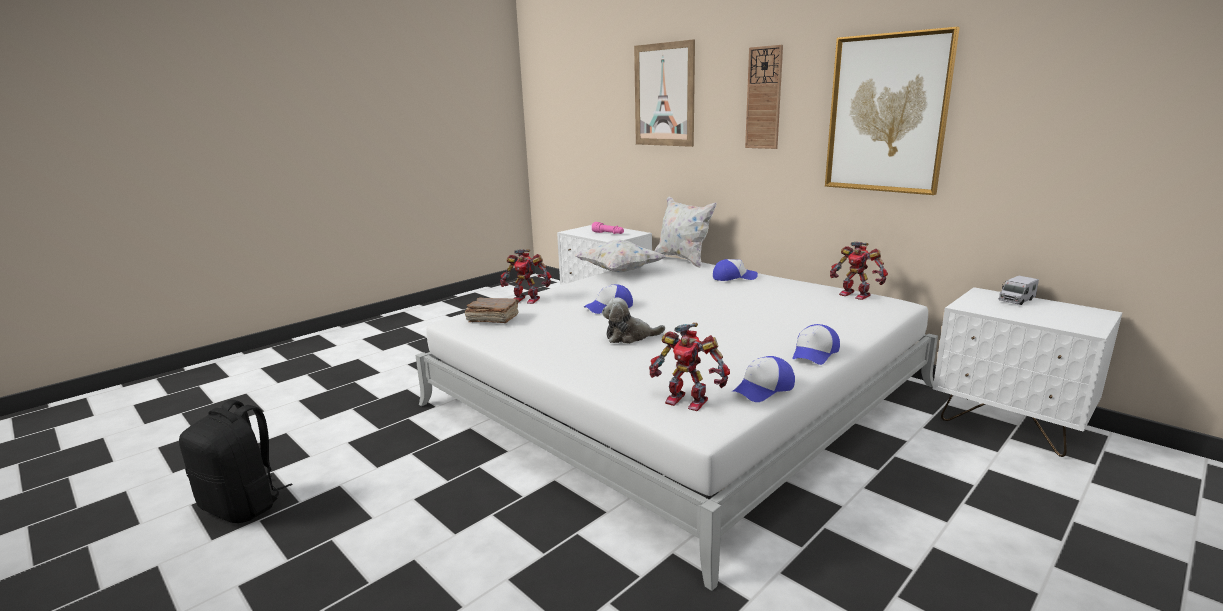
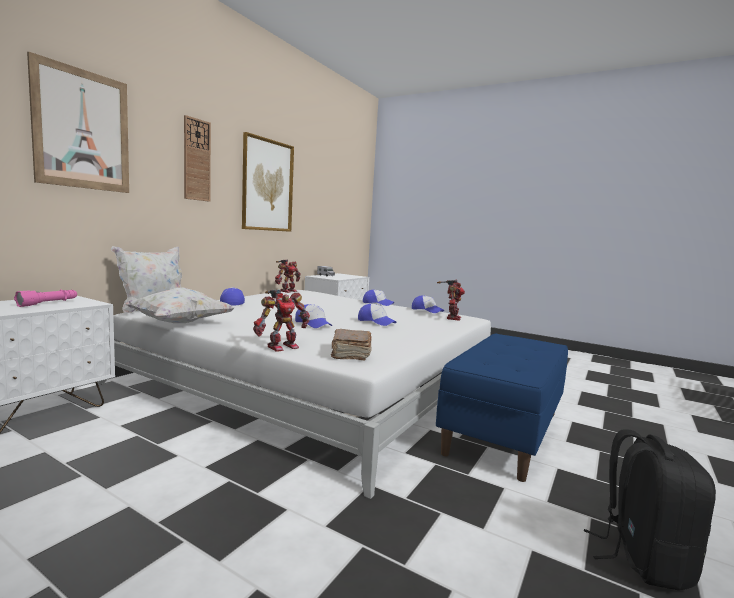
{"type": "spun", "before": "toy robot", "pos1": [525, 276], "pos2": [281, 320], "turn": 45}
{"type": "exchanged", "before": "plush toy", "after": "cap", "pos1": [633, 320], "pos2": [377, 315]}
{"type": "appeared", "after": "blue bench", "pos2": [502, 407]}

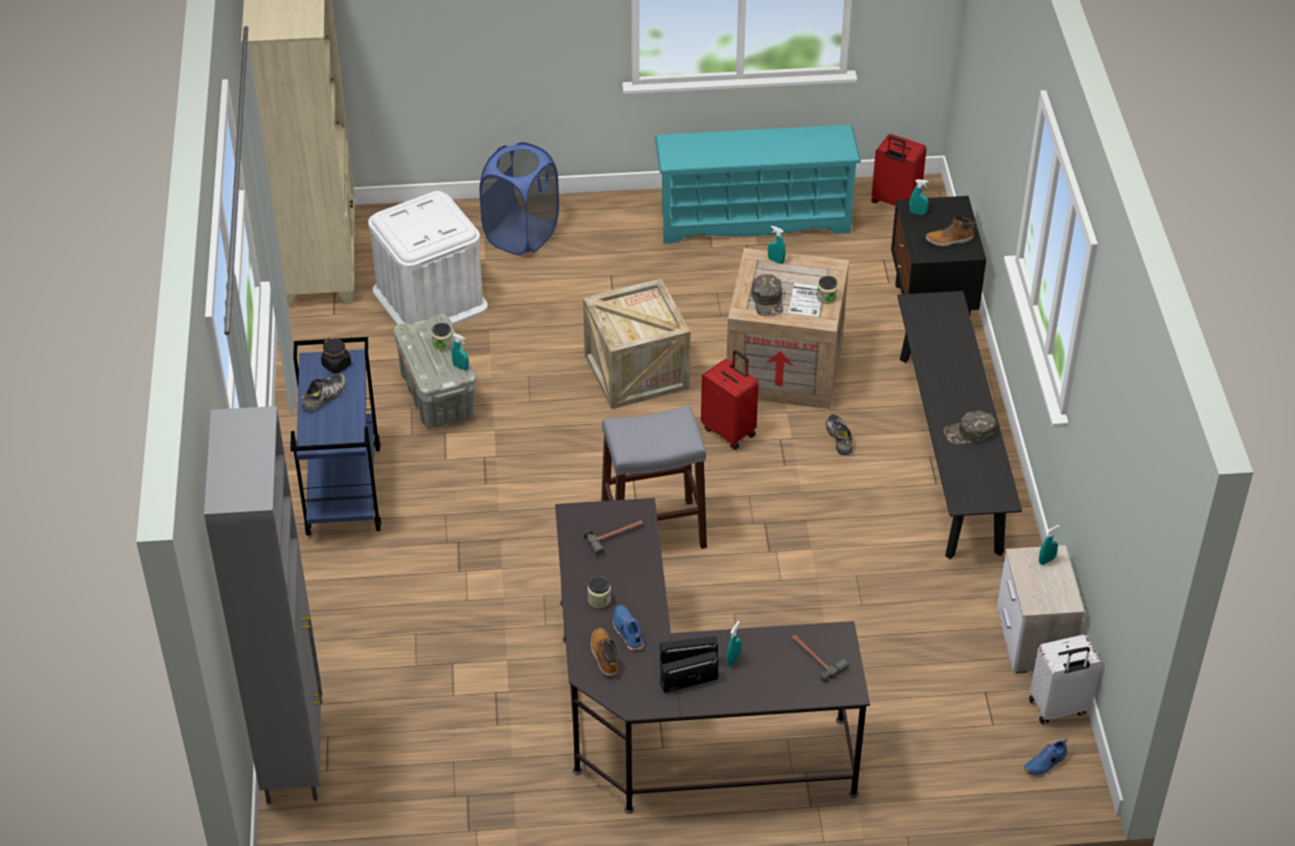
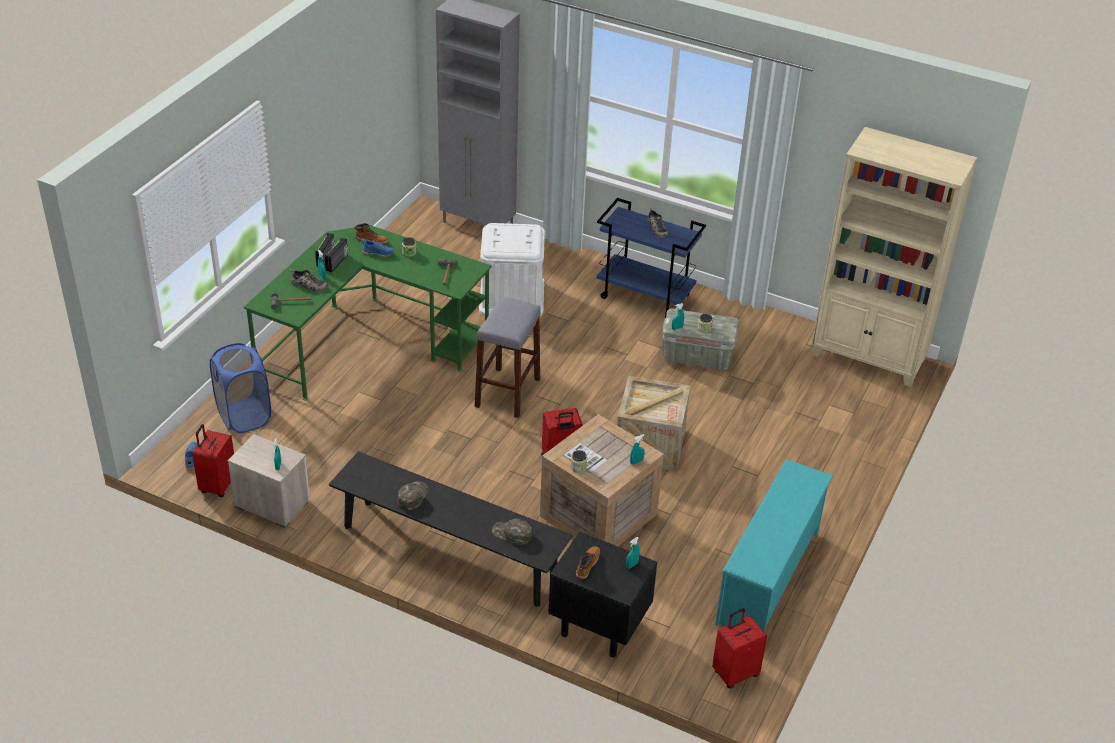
{"type": "colour", "before": "white suitcase", "after": "red suitcase", "pos1": [1065, 679], "pos2": [213, 460]}
{"type": "relocated", "before": "blue laundry basket", "pos1": [519, 198], "pos2": [240, 388]}
{"type": "colour", "before": "black desk", "after": "green desk", "pos1": [712, 656], "pos2": [368, 312]}
{"type": "relocated", "before": "shoe", "pos1": [839, 434], "pos2": [308, 280]}
{"type": "relocated", "before": "white storage box", "pos1": [428, 258], "pos2": [512, 269]}
{"type": "relocated", "before": "green cap", "pos1": [767, 295], "pos2": [512, 532]}
{"type": "missing", "before": "black jar", "pos1": [336, 356]}

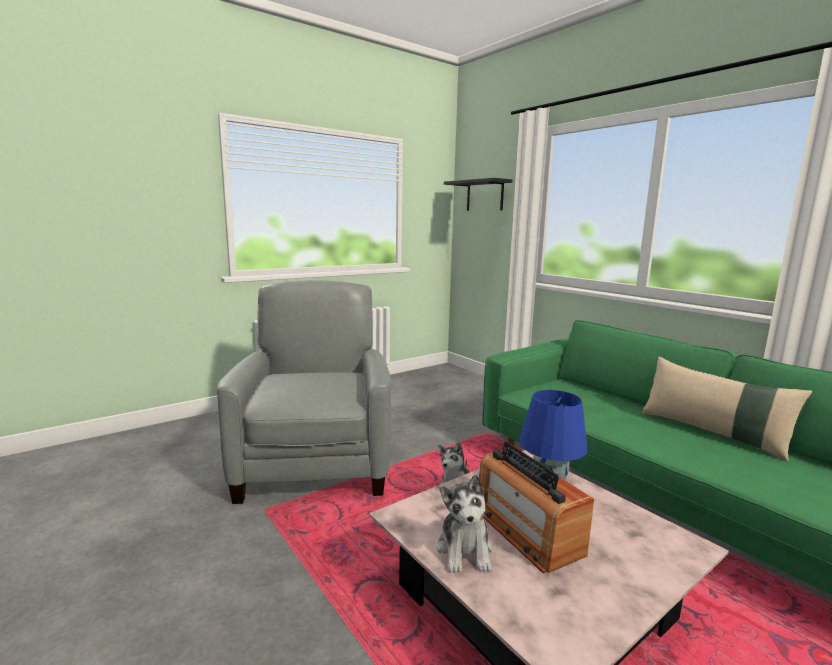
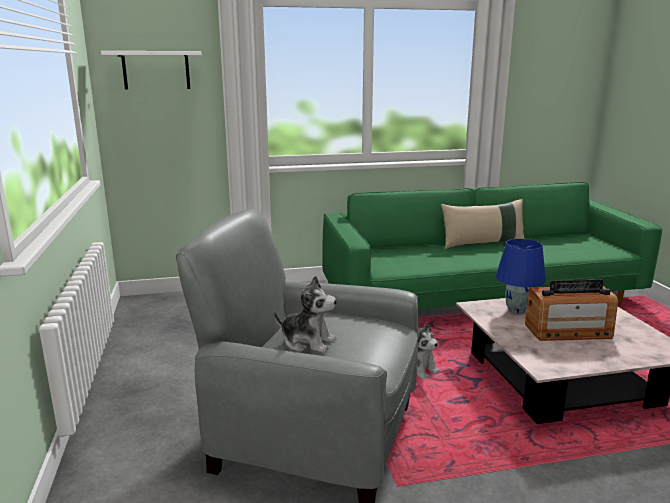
{"type": "colour", "before": "black shelf", "after": "white shelf", "pos1": [478, 194], "pos2": [151, 70]}
{"type": "relocated", "before": "plush toy", "pos1": [465, 524], "pos2": [305, 314]}

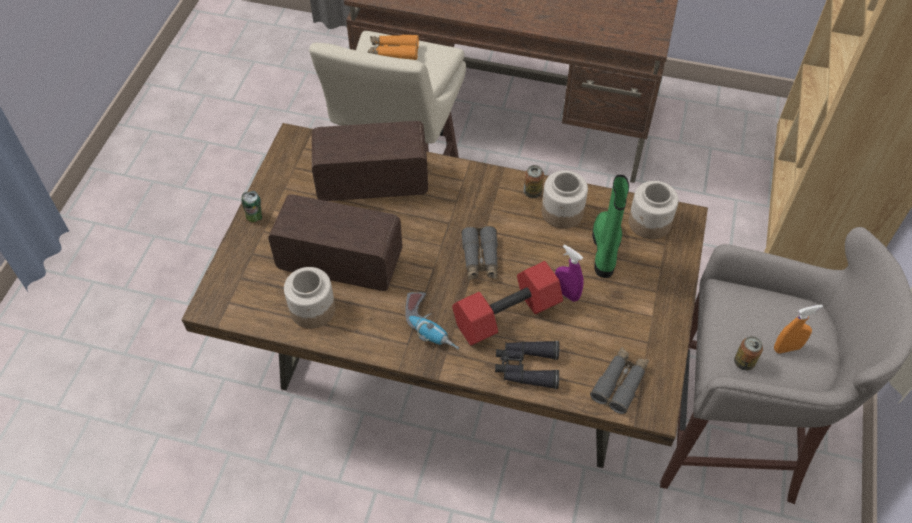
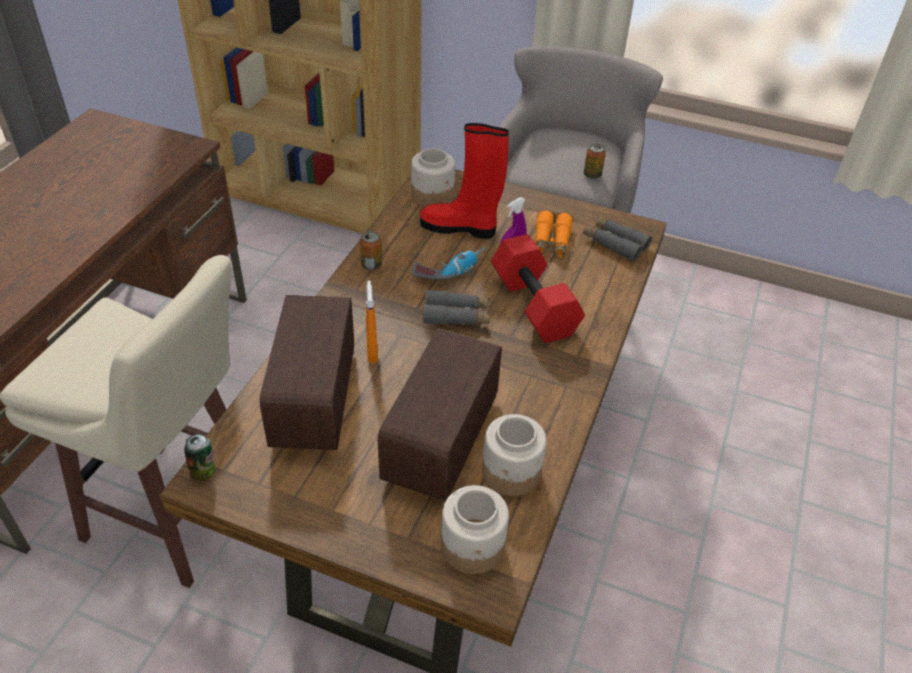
{"type": "relocated", "before": "can", "pos1": [252, 206], "pos2": [199, 457]}
{"type": "relocated", "before": "orange spray bottle", "pos1": [798, 329], "pos2": [372, 322]}
{"type": "relocated", "before": "power drill", "pos1": [432, 320], "pos2": [449, 263]}
{"type": "colour", "before": "green boot", "after": "red boot", "pos1": [610, 226], "pos2": [464, 181]}
{"type": "relocated", "before": "jar", "pos1": [564, 199], "pos2": [475, 529]}
{"type": "relocated", "before": "orange binoculars", "pos1": [393, 47], "pos2": [554, 234]}
{"type": "missing", "before": "black binoculars", "pos1": [527, 365]}

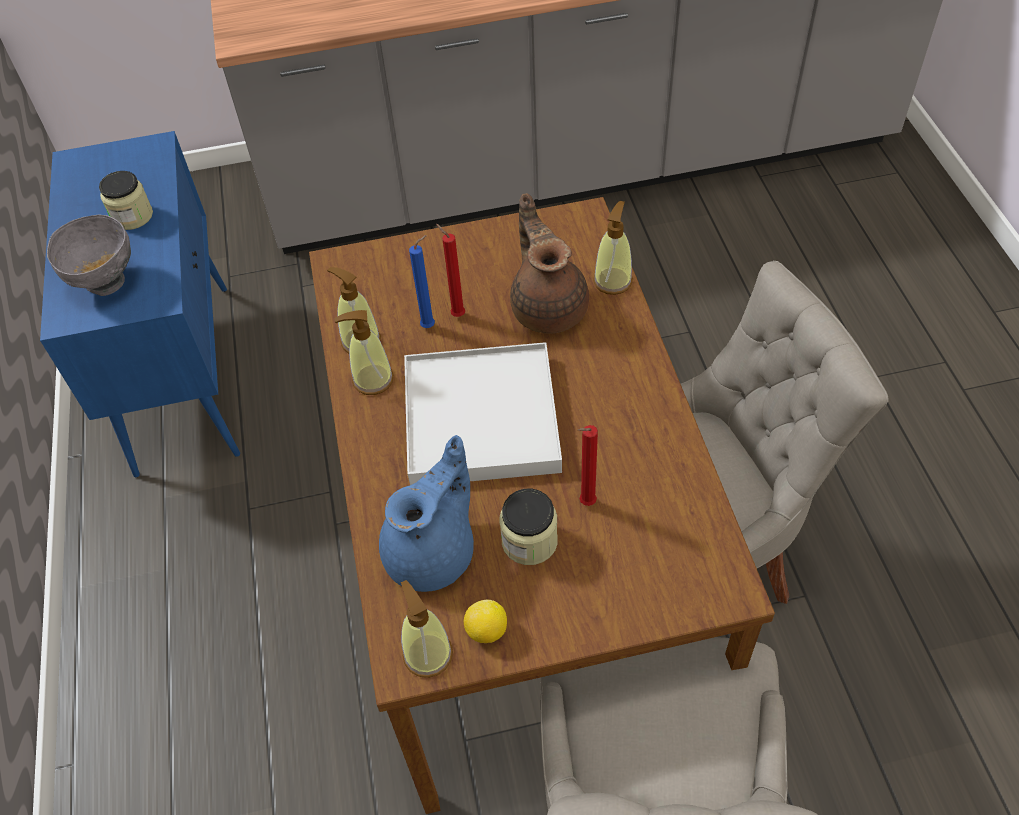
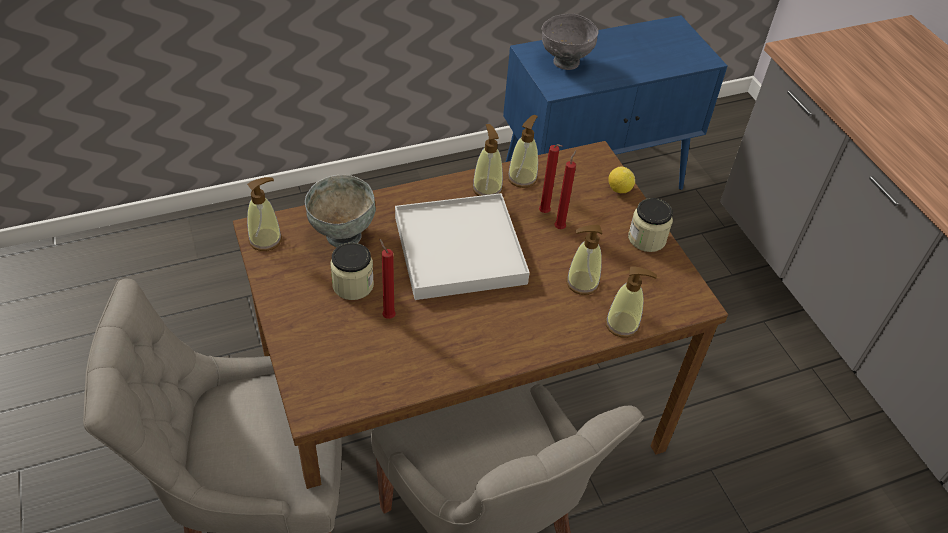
{"type": "exchanged", "before": "blue teapot", "after": "grey bowl", "pos1": [426, 513], "pos2": [340, 211]}
{"type": "colour", "before": "blue candle", "after": "red candle", "pos1": [422, 281], "pos2": [550, 178]}
{"type": "exchanged", "before": "brown teapot", "after": "soap dispenser", "pos1": [549, 263], "pos2": [584, 260]}
{"type": "relocated", "before": "lemon", "pos1": [485, 621], "pos2": [621, 180]}
{"type": "relocated", "before": "jar", "pos1": [126, 200], "pos2": [650, 225]}

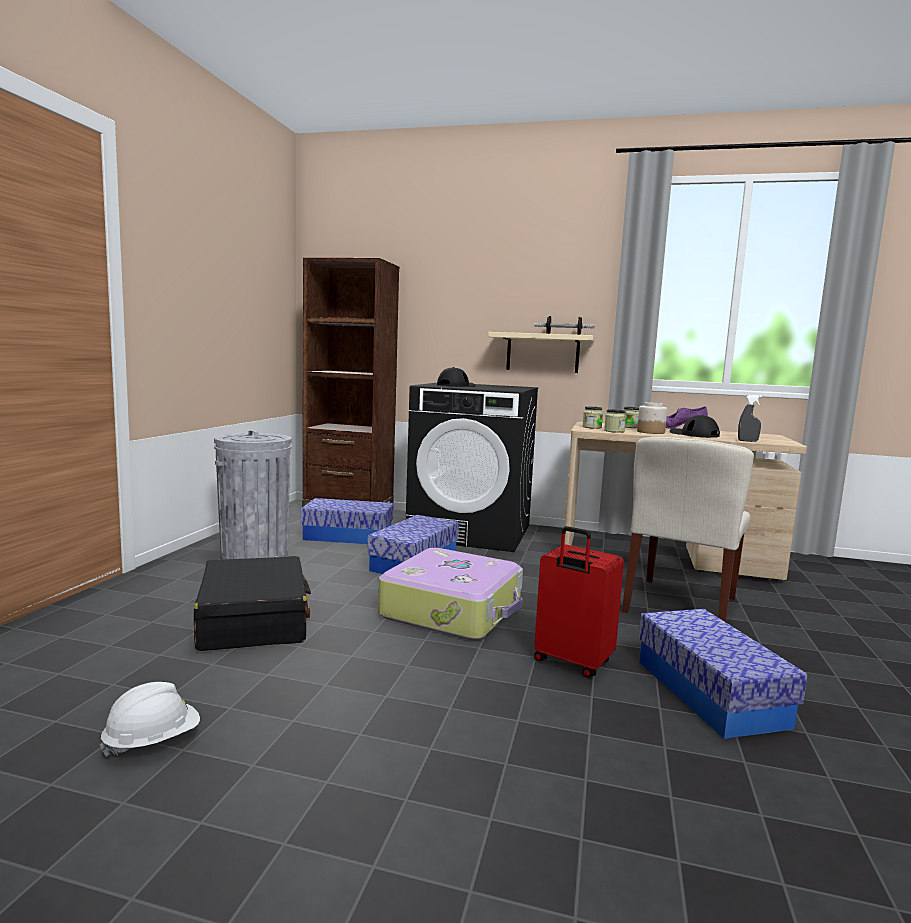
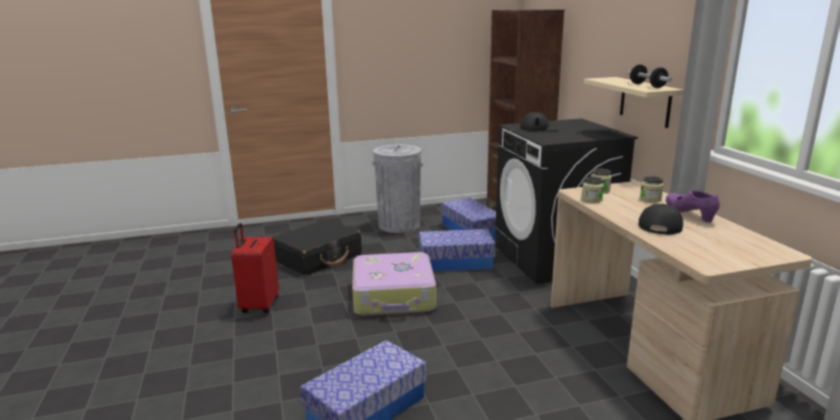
{"type": "relocated", "before": "red suitcase", "pos1": [579, 602], "pos2": [255, 268]}
{"type": "missing", "before": "white hard hat", "pos1": [150, 719]}
{"type": "missing", "before": "beige chair", "pos1": [688, 529]}
{"type": "missing", "before": "jar", "pos1": [652, 418]}
{"type": "missing", "before": "grey spray bottle", "pos1": [750, 418]}

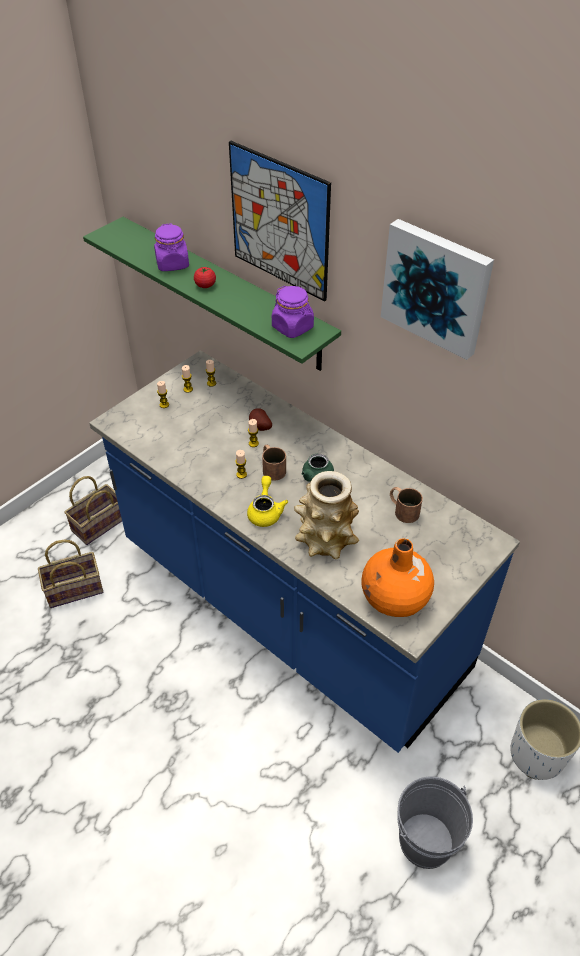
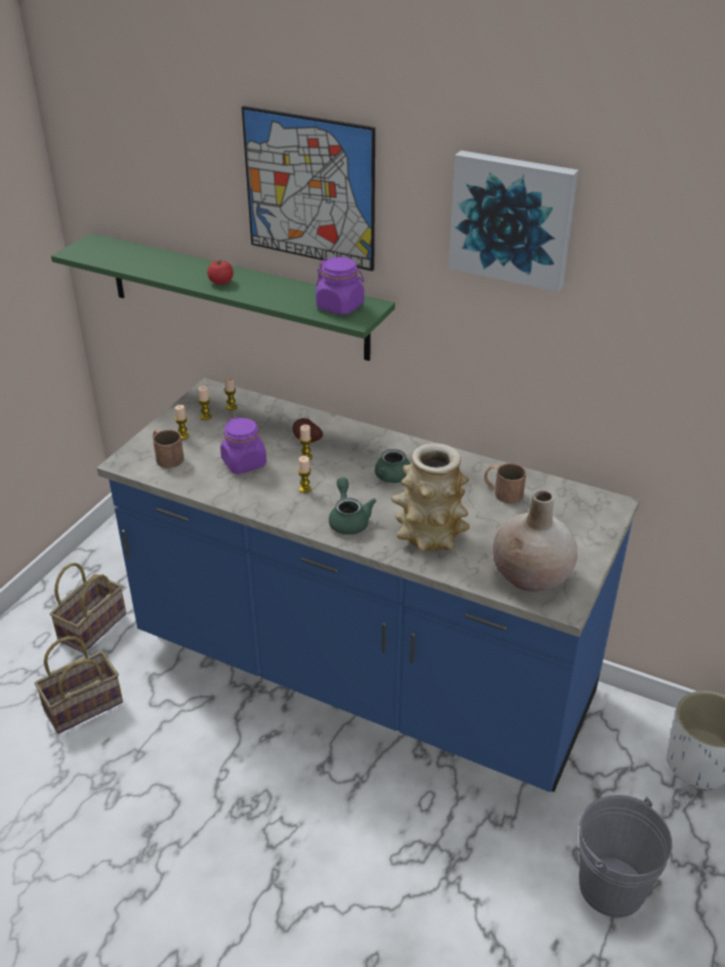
{"type": "relocated", "before": "brown mug", "pos1": [274, 463], "pos2": [168, 448]}
{"type": "relocated", "before": "purple jar", "pos1": [171, 247], "pos2": [243, 445]}
{"type": "colour", "before": "yellow teapot", "after": "green teapot", "pos1": [267, 501], "pos2": [352, 506]}
{"type": "colour", "before": "orange vase", "after": "beige vase", "pos1": [397, 577], "pos2": [534, 541]}

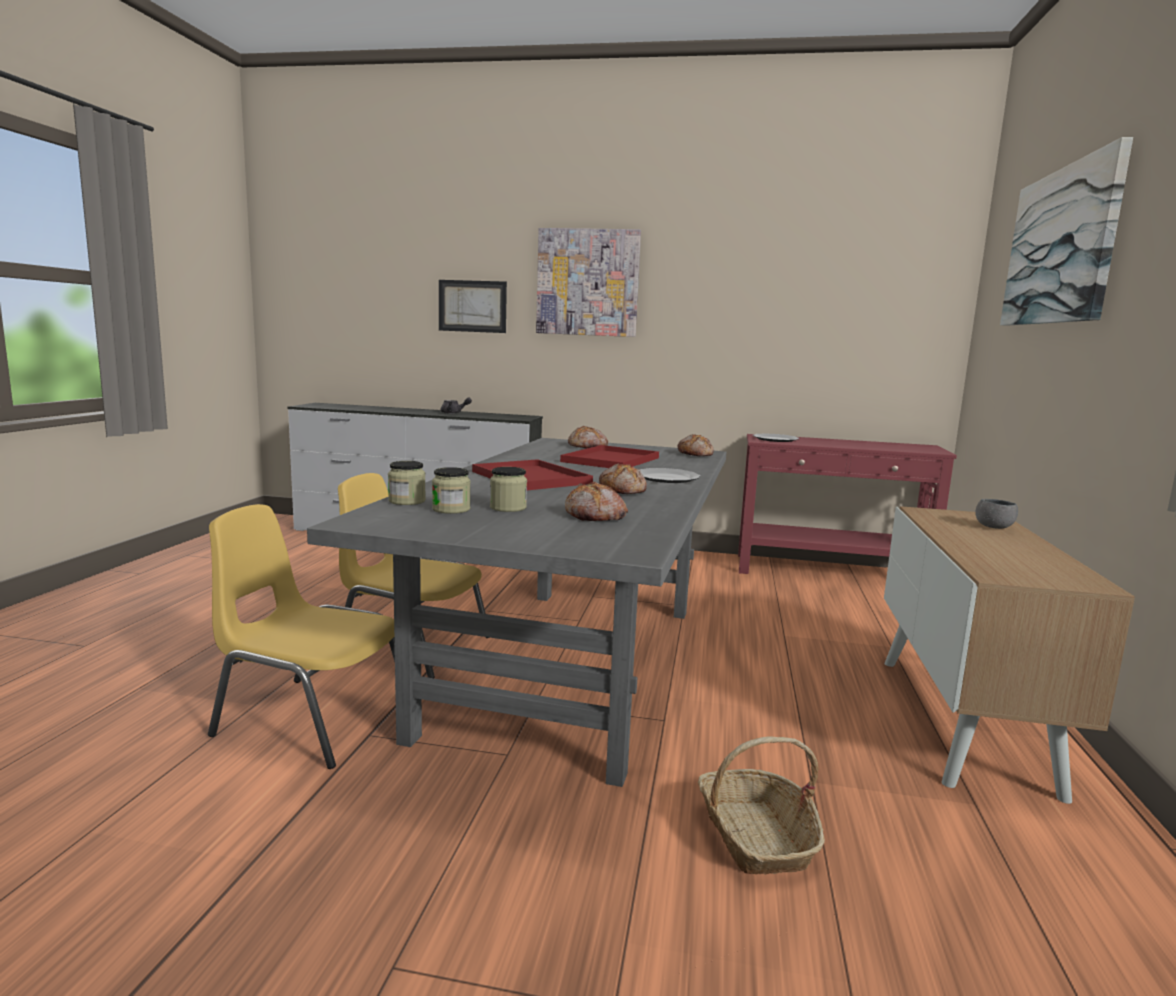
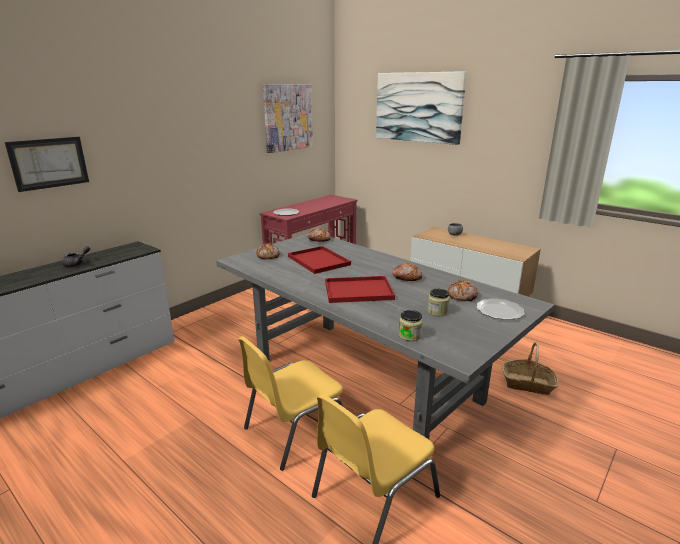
{"type": "relocated", "before": "picture", "pos1": [588, 282], "pos2": [288, 118]}
{"type": "relocated", "before": "plate", "pos1": [669, 475], "pos2": [500, 309]}
{"type": "missing", "before": "jar", "pos1": [451, 490]}

